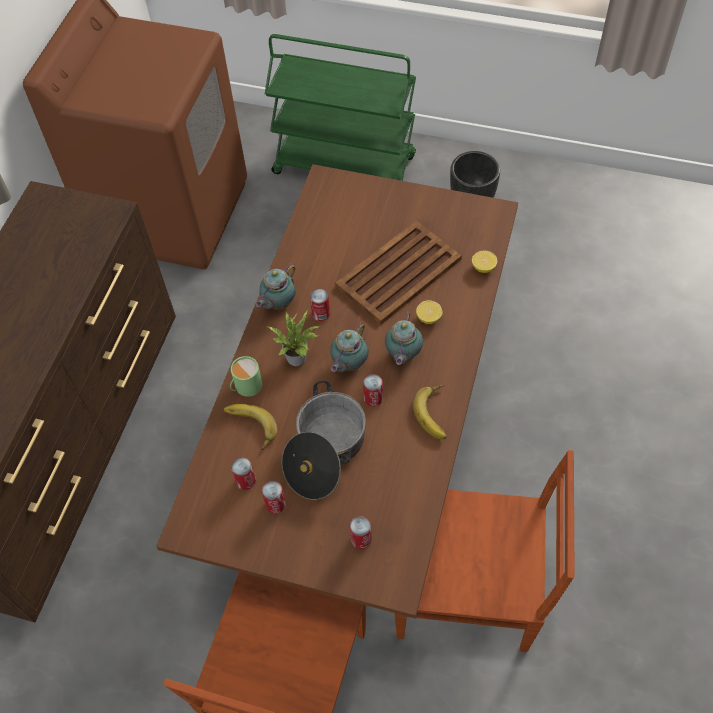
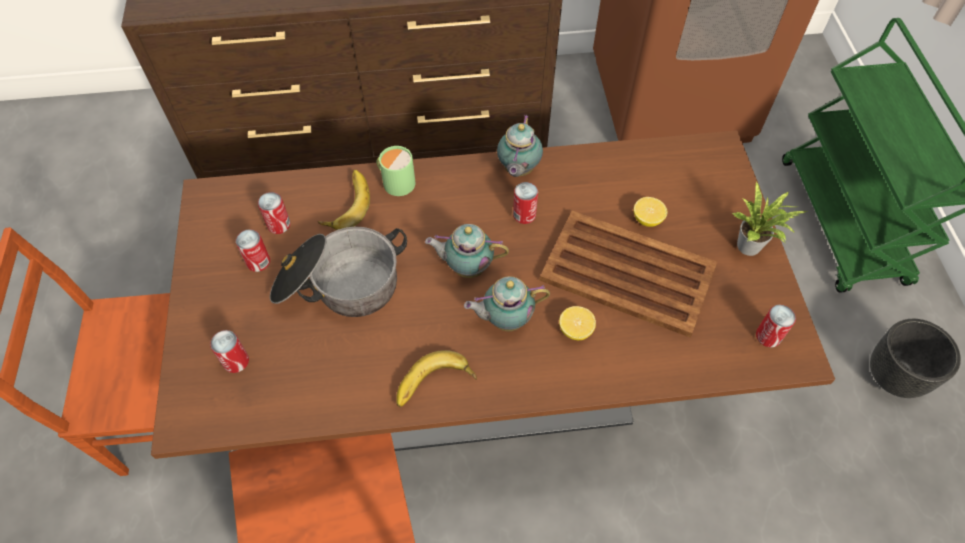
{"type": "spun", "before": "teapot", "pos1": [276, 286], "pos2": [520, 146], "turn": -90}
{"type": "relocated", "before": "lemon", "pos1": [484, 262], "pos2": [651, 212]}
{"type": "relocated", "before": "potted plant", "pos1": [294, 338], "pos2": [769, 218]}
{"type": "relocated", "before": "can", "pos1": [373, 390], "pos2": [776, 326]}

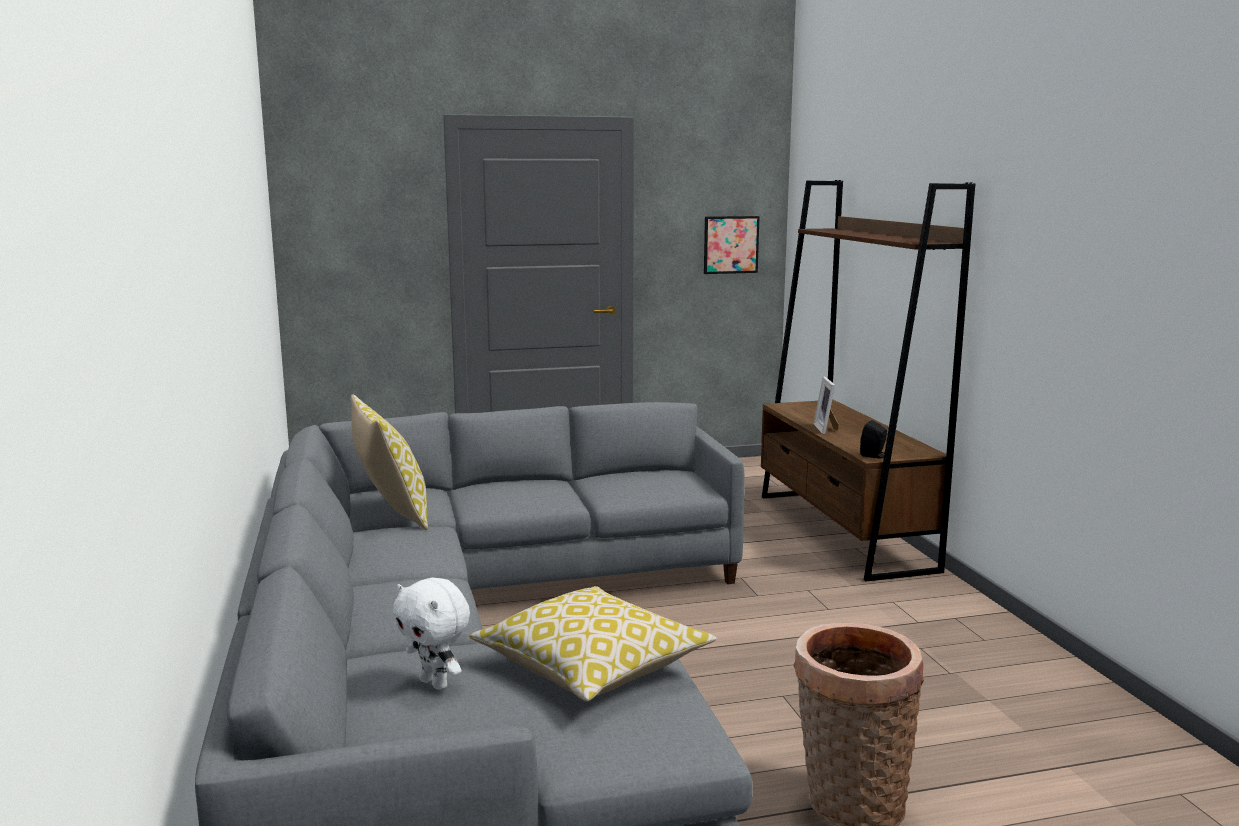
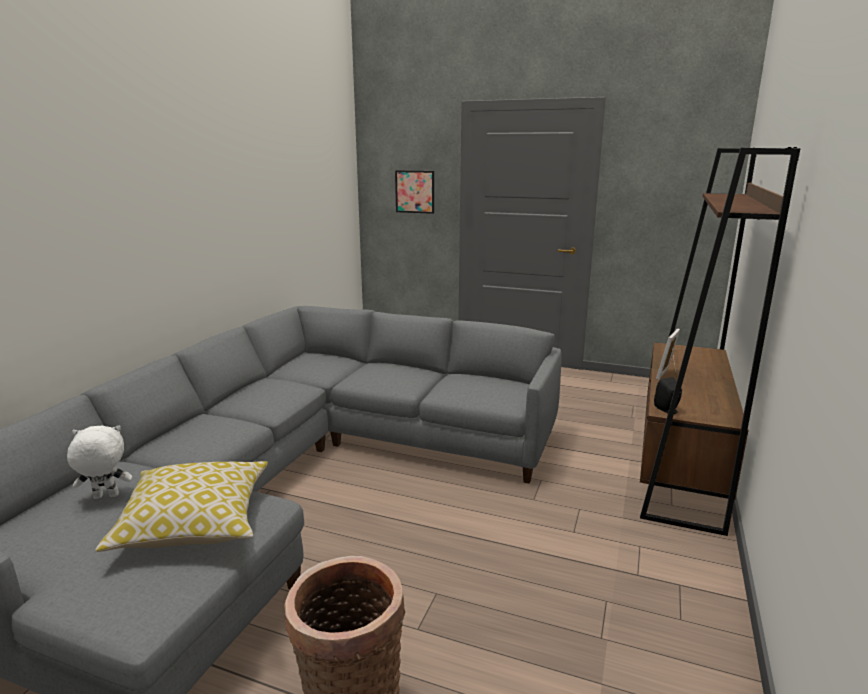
{"type": "spun", "before": "white plush toy", "pos1": [431, 633], "pos2": [99, 462], "turn": 90}
{"type": "relocated", "before": "picture", "pos1": [732, 245], "pos2": [414, 192]}
{"type": "missing", "before": "pillow", "pos1": [389, 462]}

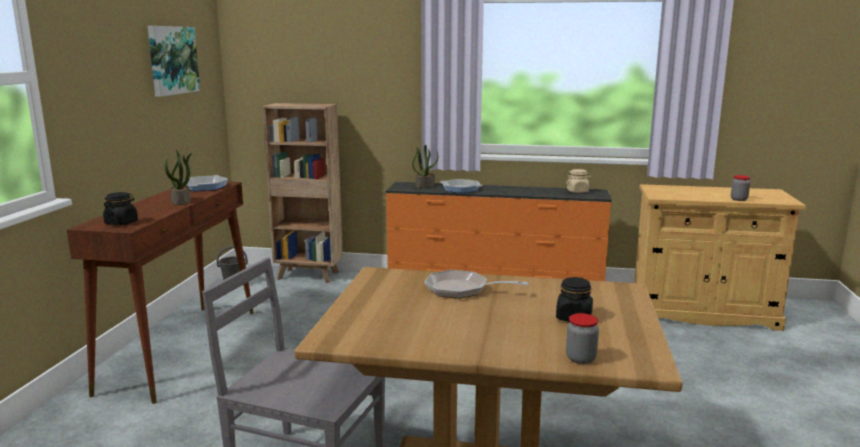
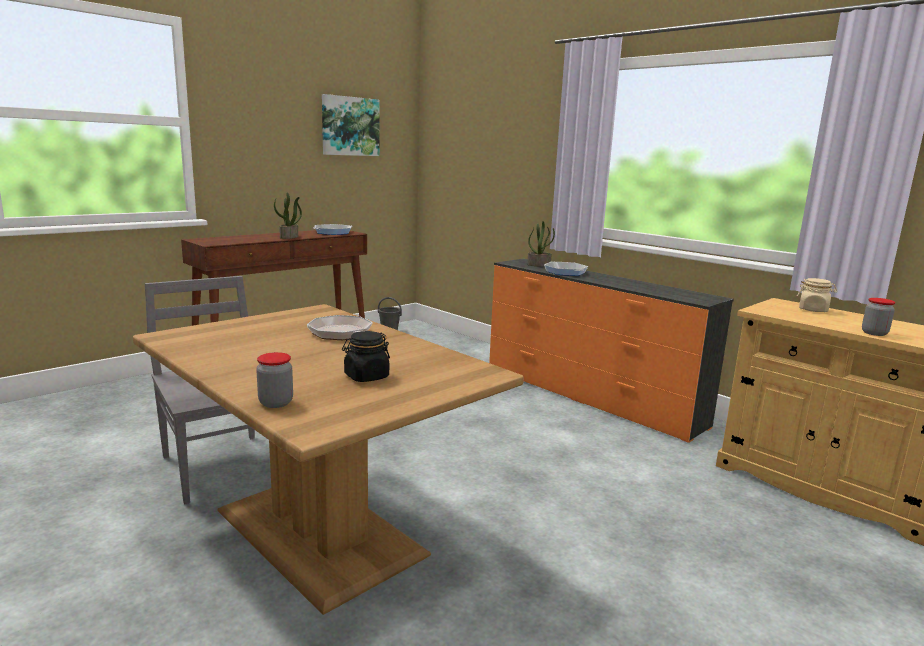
{"type": "relocated", "before": "beige jar", "pos1": [578, 181], "pos2": [817, 295]}
{"type": "missing", "before": "black jar", "pos1": [120, 208]}
{"type": "missing", "before": "brown bookcase", "pos1": [302, 193]}

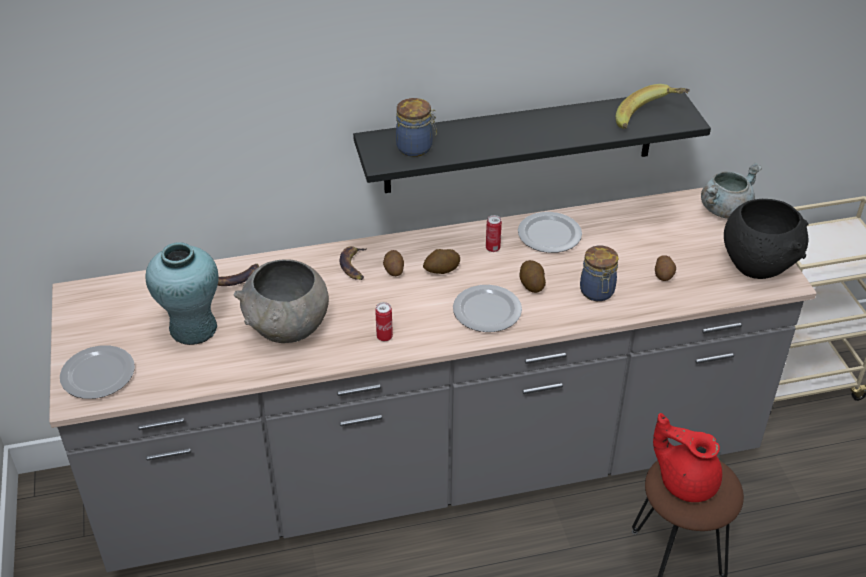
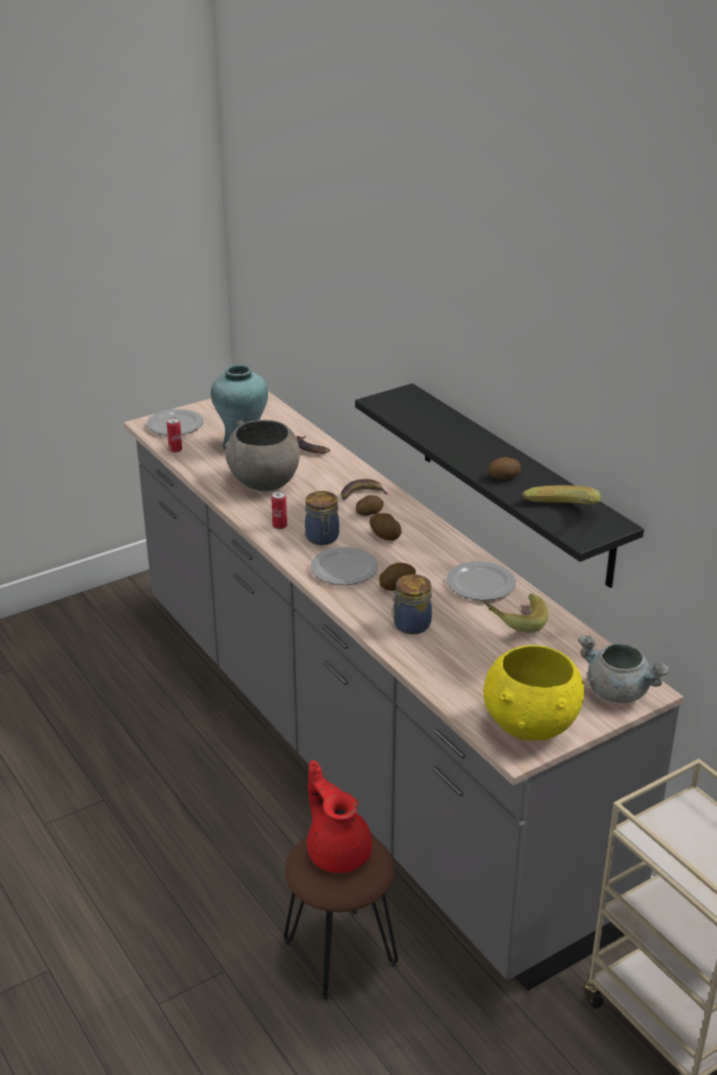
{"type": "relocated", "before": "can", "pos1": [494, 233], "pos2": [174, 435]}
{"type": "relocated", "before": "jar", "pos1": [416, 127], "pos2": [322, 518]}
{"type": "spun", "before": "red teapot", "pos1": [687, 457], "pos2": [339, 816], "turn": -45}
{"type": "appeared", "after": "banana", "pos2": [514, 613]}
{"type": "colour", "before": "black bowl", "after": "yellow bowl", "pos1": [766, 239], "pos2": [534, 693]}
{"type": "relocated", "before": "potato", "pos1": [665, 268], "pos2": [504, 468]}

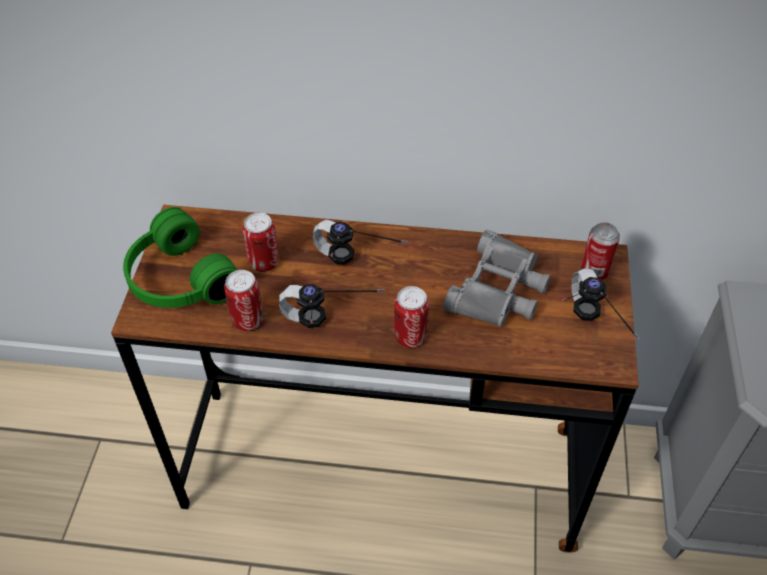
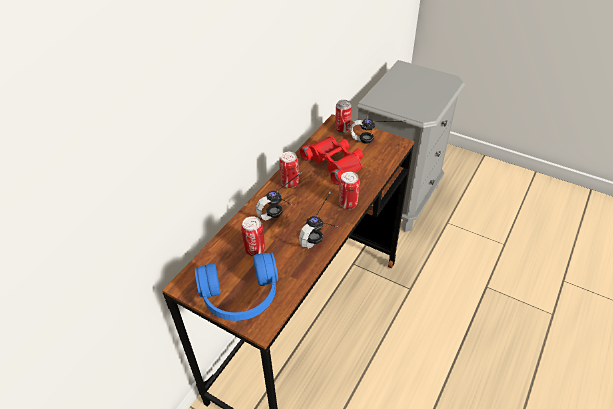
{"type": "colour", "before": "green headphones", "after": "blue headphones", "pos1": [180, 257], "pos2": [236, 287]}
{"type": "relocated", "before": "can", "pos1": [243, 300], "pos2": [289, 170]}
{"type": "colour", "before": "grey binoculars", "after": "red binoculars", "pos1": [497, 278], "pos2": [331, 160]}

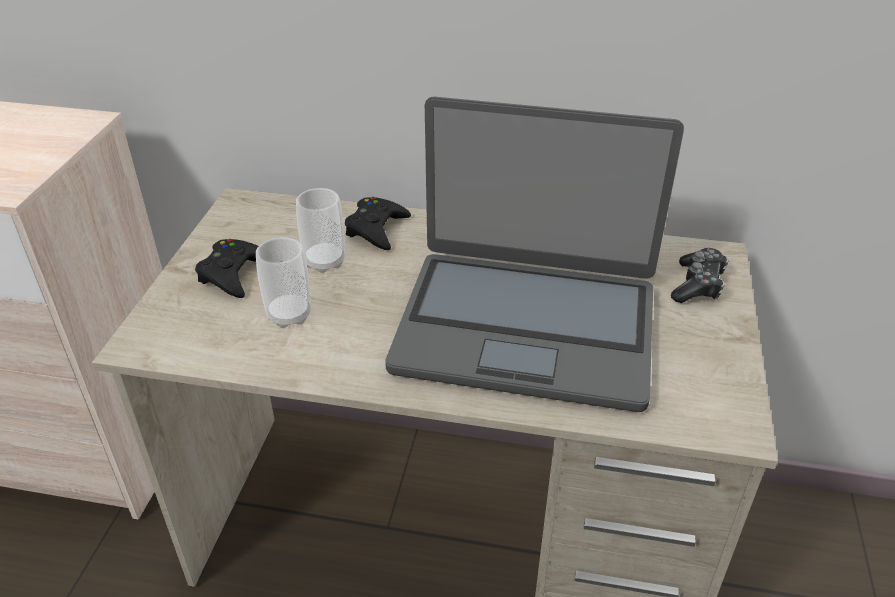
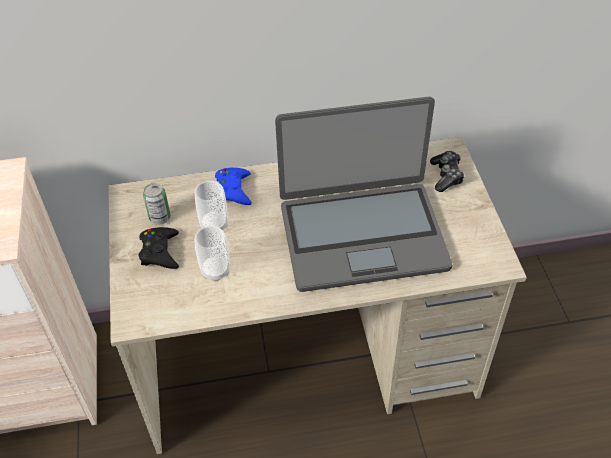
{"type": "appeared", "after": "can", "pos2": [157, 204]}
{"type": "colour", "before": "black game controller", "after": "blue game controller", "pos1": [378, 223], "pos2": [233, 186]}

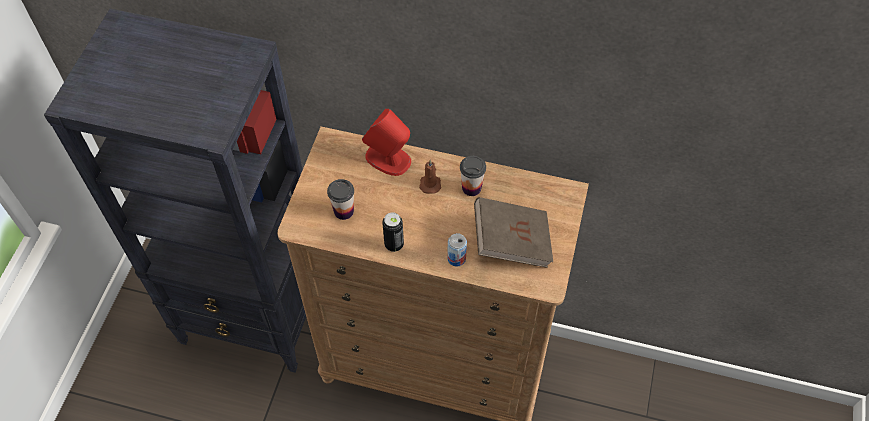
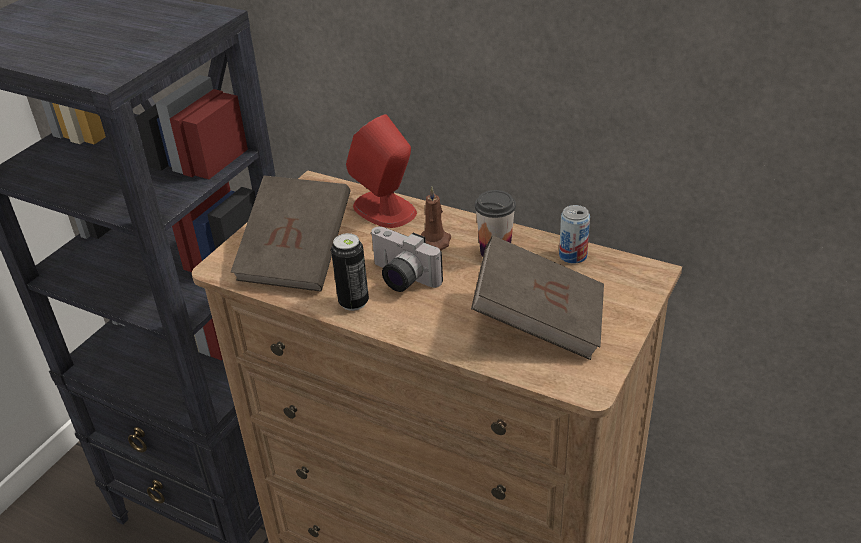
{"type": "exchanged", "before": "cup", "after": "brown book", "pos1": [340, 199], "pos2": [290, 234]}
{"type": "appeared", "after": "photo camera", "pos2": [406, 259]}
{"type": "relocated", "before": "can", "pos1": [457, 249], "pos2": [574, 234]}

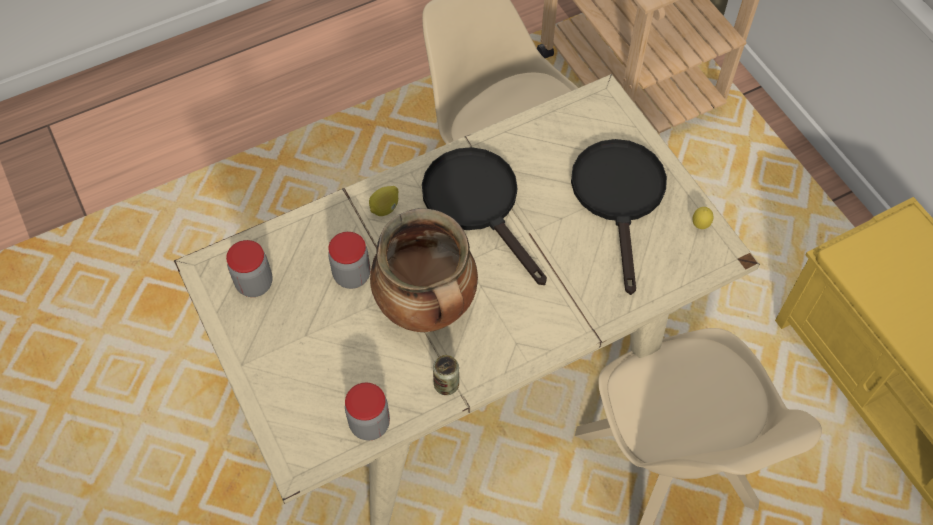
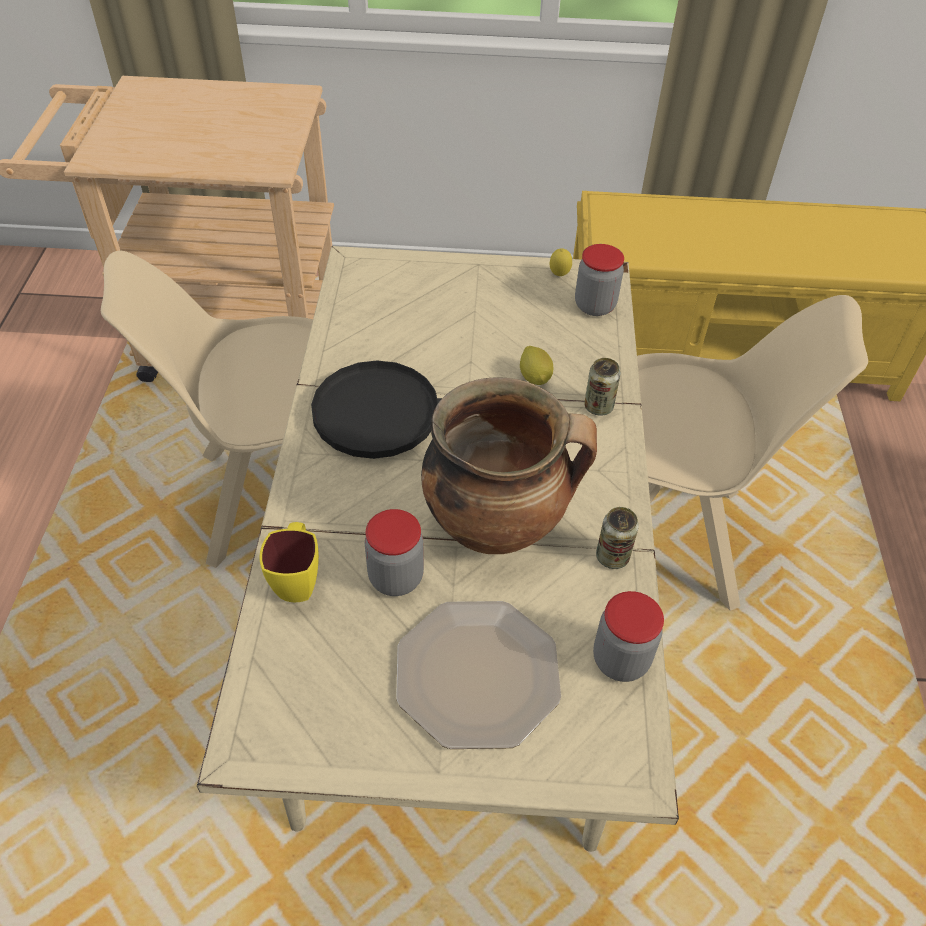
{"type": "appeared", "after": "yellow mug", "pos2": [289, 562]}
{"type": "appeared", "after": "plate", "pos2": [478, 675]}
{"type": "relocated", "before": "lemon", "pos1": [384, 201], "pos2": [537, 365]}
{"type": "relocated", "before": "jar", "pos1": [249, 268], "pos2": [599, 280]}
{"type": "appeared", "after": "can", "pos2": [602, 387]}
{"type": "missing", "before": "black frying pan", "pos1": [619, 217]}

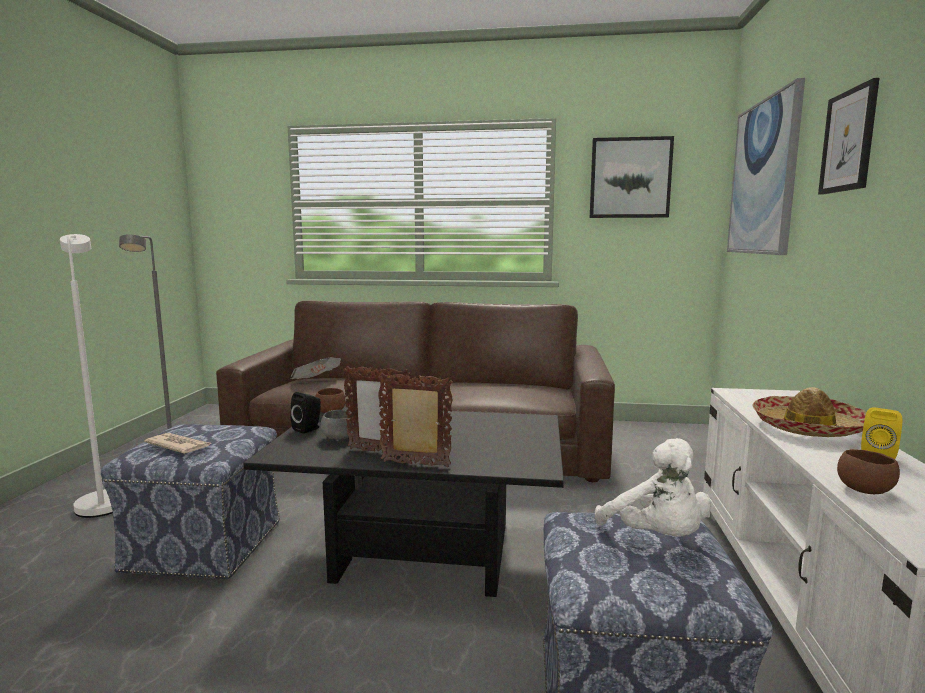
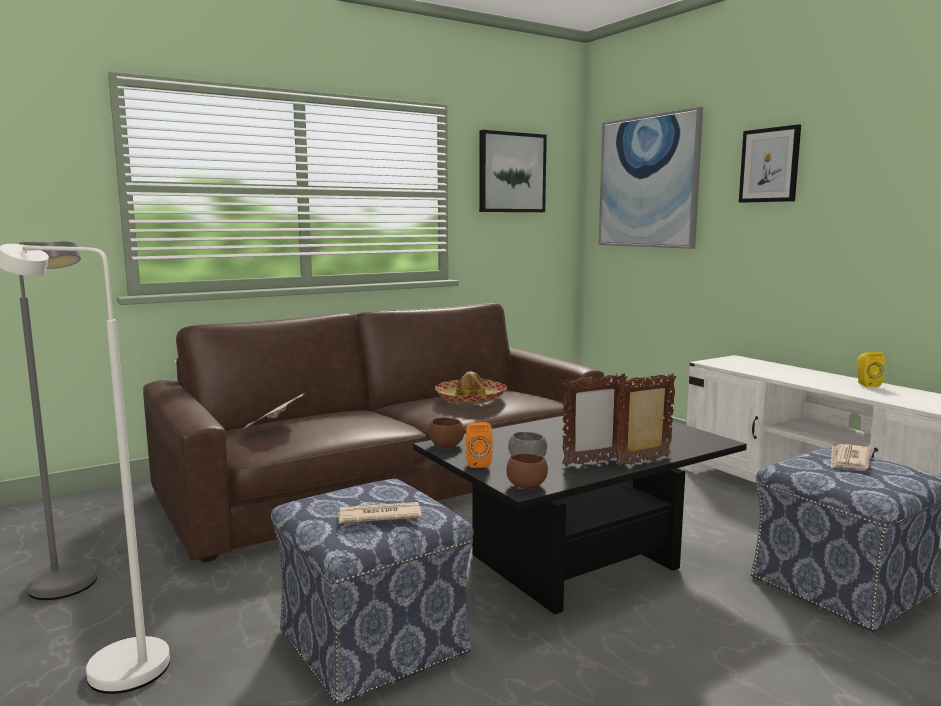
{"type": "relocated", "before": "hat", "pos1": [810, 412], "pos2": [471, 387]}
{"type": "colour", "before": "black speaker", "after": "orange speaker", "pos1": [306, 413], "pos2": [479, 445]}
{"type": "relocated", "before": "brown bowl", "pos1": [868, 471], "pos2": [527, 471]}
{"type": "exchanged", "before": "white plush toy", "after": "newspaper", "pos1": [653, 487], "pos2": [851, 457]}

